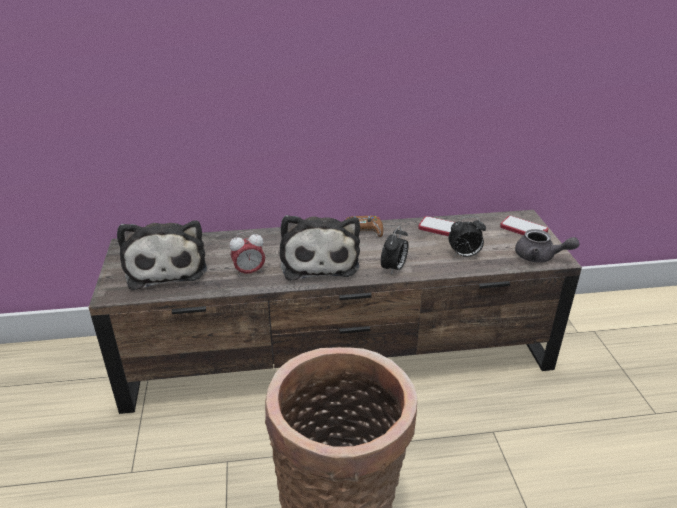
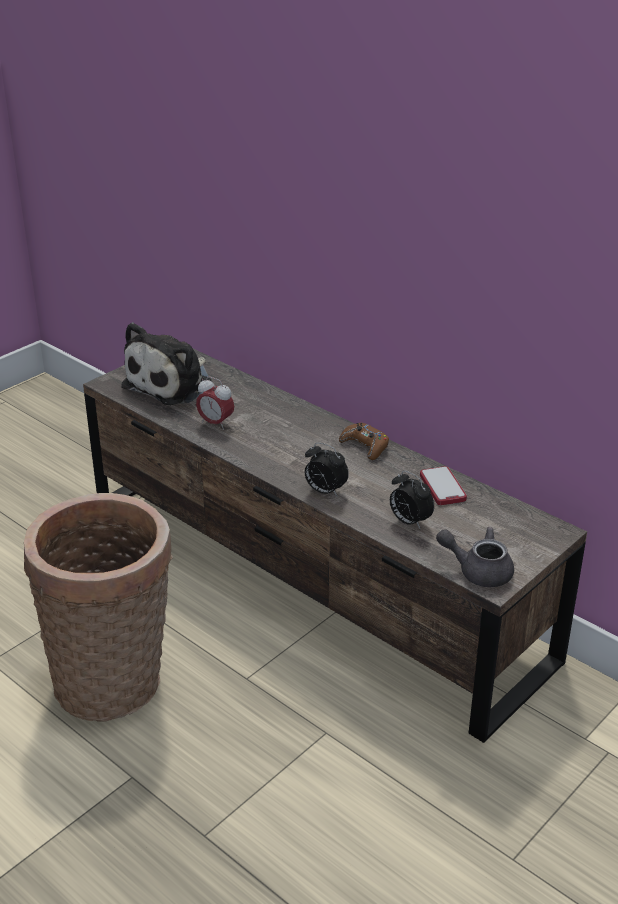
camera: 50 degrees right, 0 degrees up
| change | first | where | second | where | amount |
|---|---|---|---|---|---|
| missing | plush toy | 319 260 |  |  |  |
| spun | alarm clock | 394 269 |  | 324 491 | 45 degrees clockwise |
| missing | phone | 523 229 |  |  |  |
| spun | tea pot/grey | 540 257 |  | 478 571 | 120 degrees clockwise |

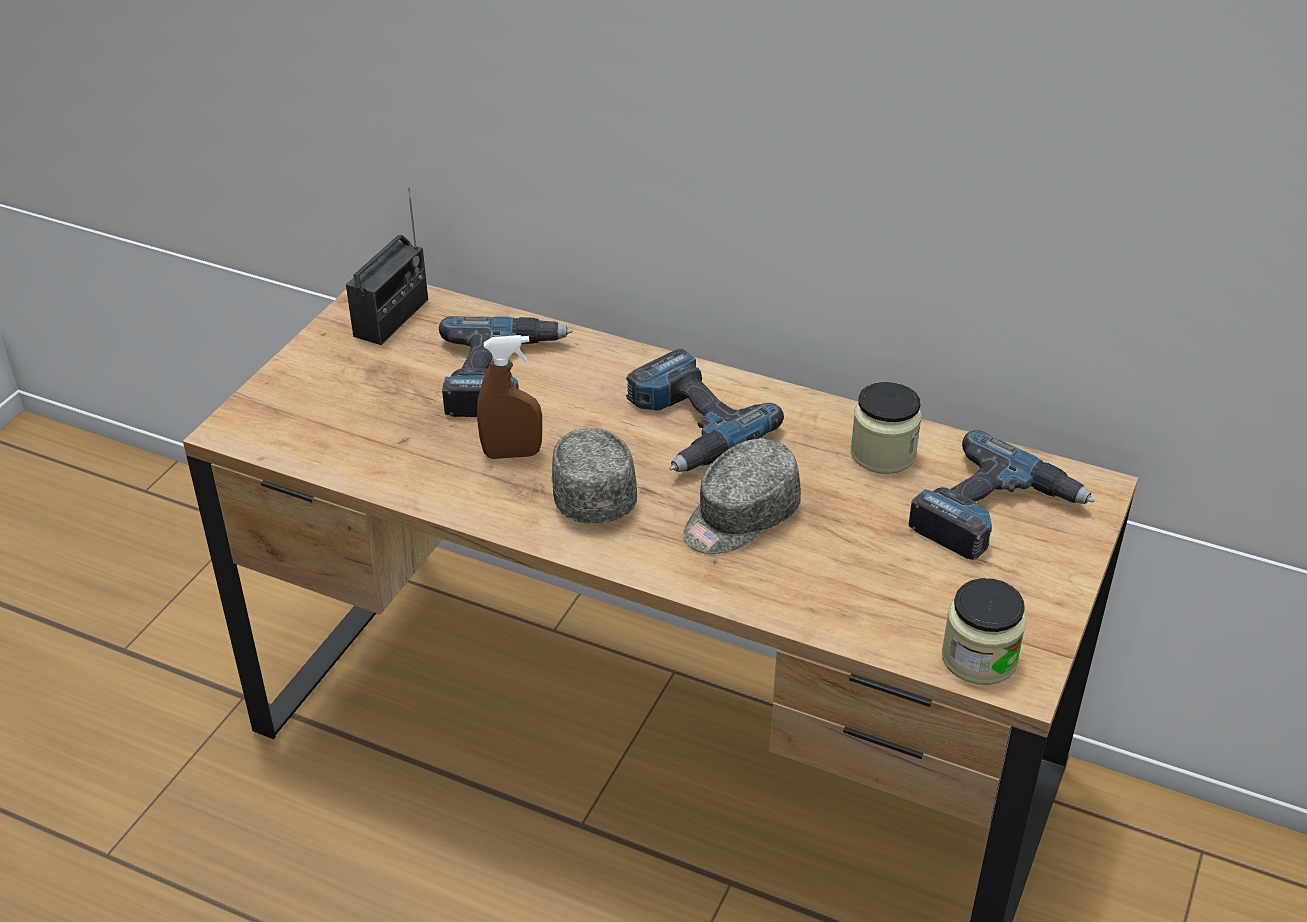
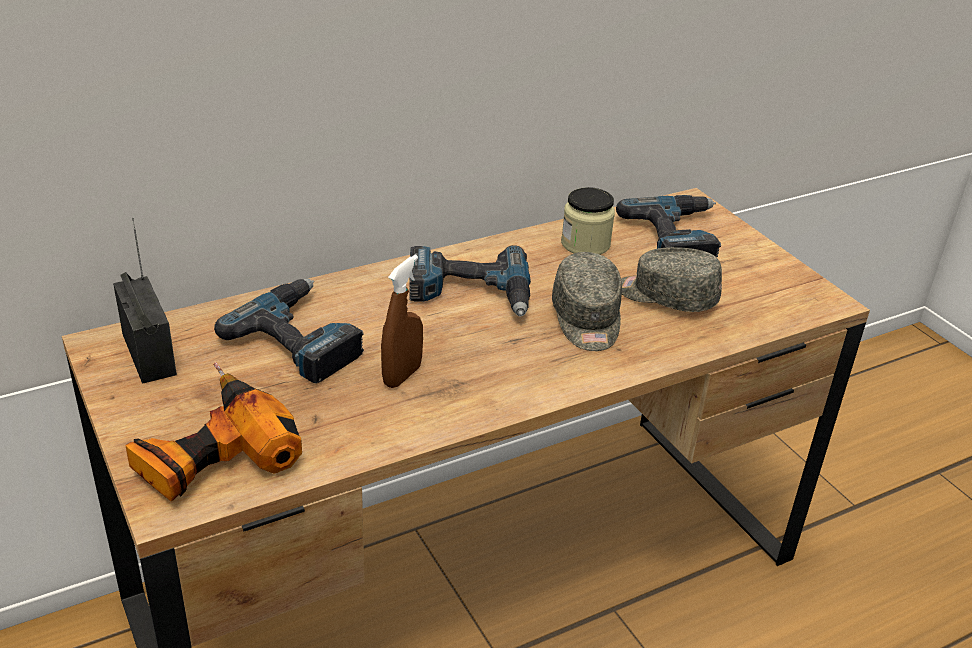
camera: 55 degrees left, 5 degrees down
| change | first | where | second | where | amount |
|---|---|---|---|---|---|
| relocated | peaked cap/grey | 591 490 |  | 666 296 |  |
| missing | storage jar | 979 658 |  |  |  |
| appeared |  |  | power drill | 209 450 |  |

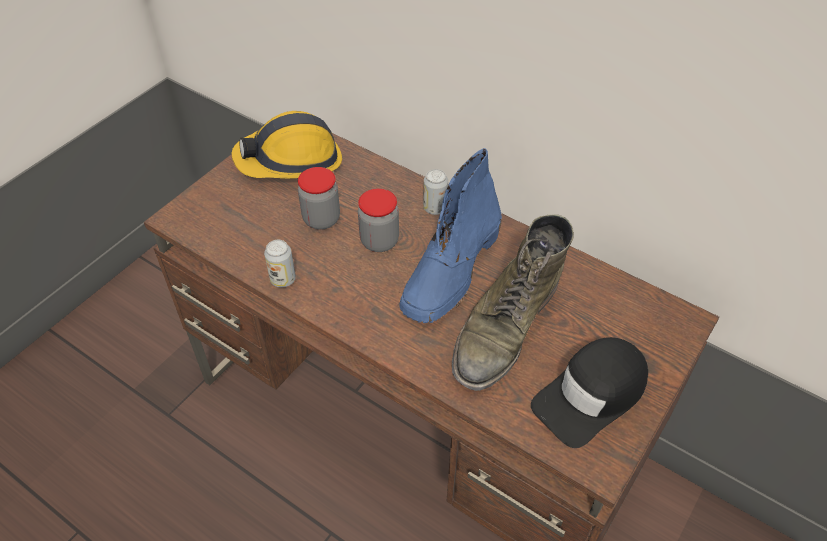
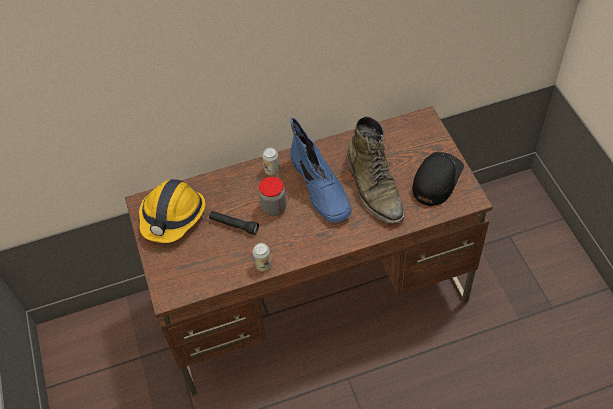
camera: 50 degrees left, 5 degrees up
| change | first | where | second | where | amount |
|---|---|---|---|---|---|
| exchanged | storage jar | 321 219 | torch/black | 234 225 |  |
| spun | peaked cap/black | 591 396 |  | 436 179 | 150 degrees counterclockwise |

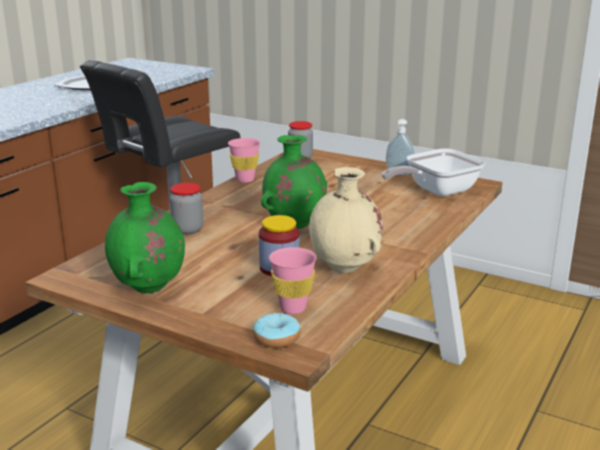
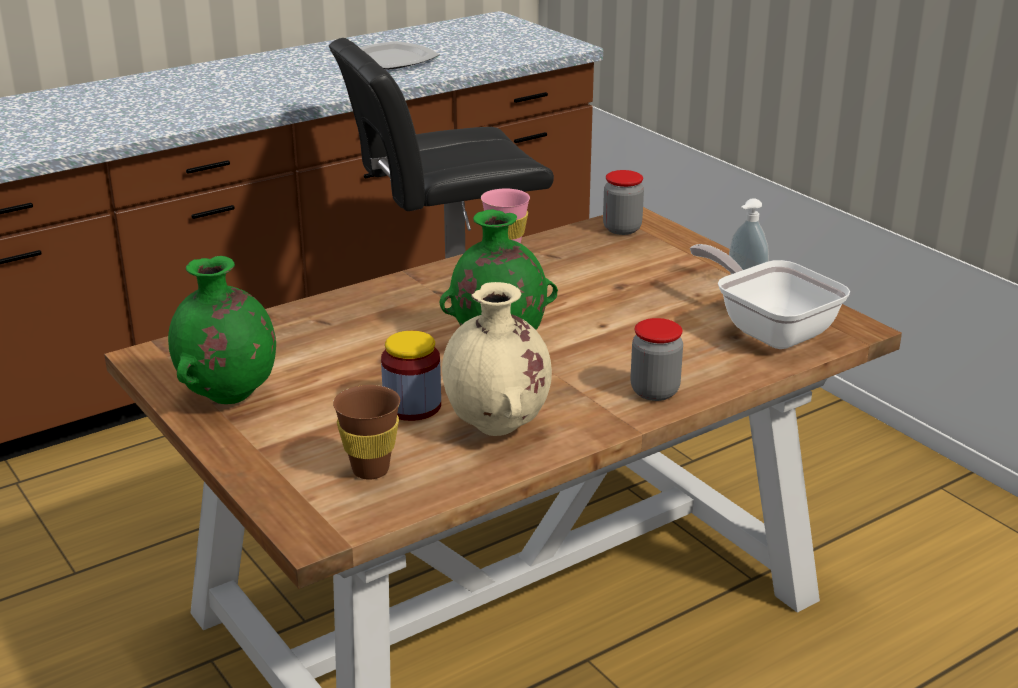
camera: 25 degrees right, 5 degrees up
| change | first | where | second | where | amount |
|---|---|---|---|---|---|
| relocated | storage jar | 187 229 |  | 654 391 |  |
| missing | ring doughnut | 276 338 |  |  |  |
| colour | cup/pink-coloured | 293 308 | cup/brown-coloured | 370 470 |  |
| spun | pan | 436 191 |  | 768 329 | 60 degrees clockwise |

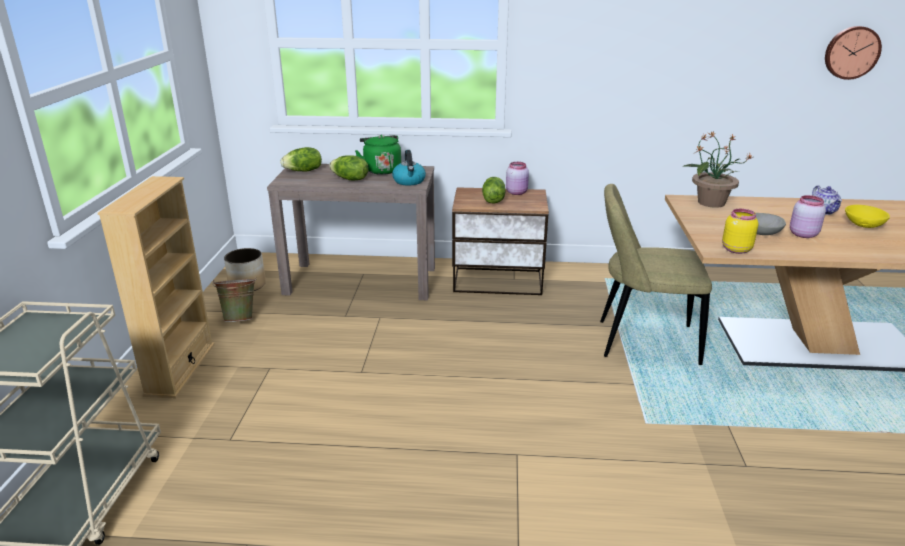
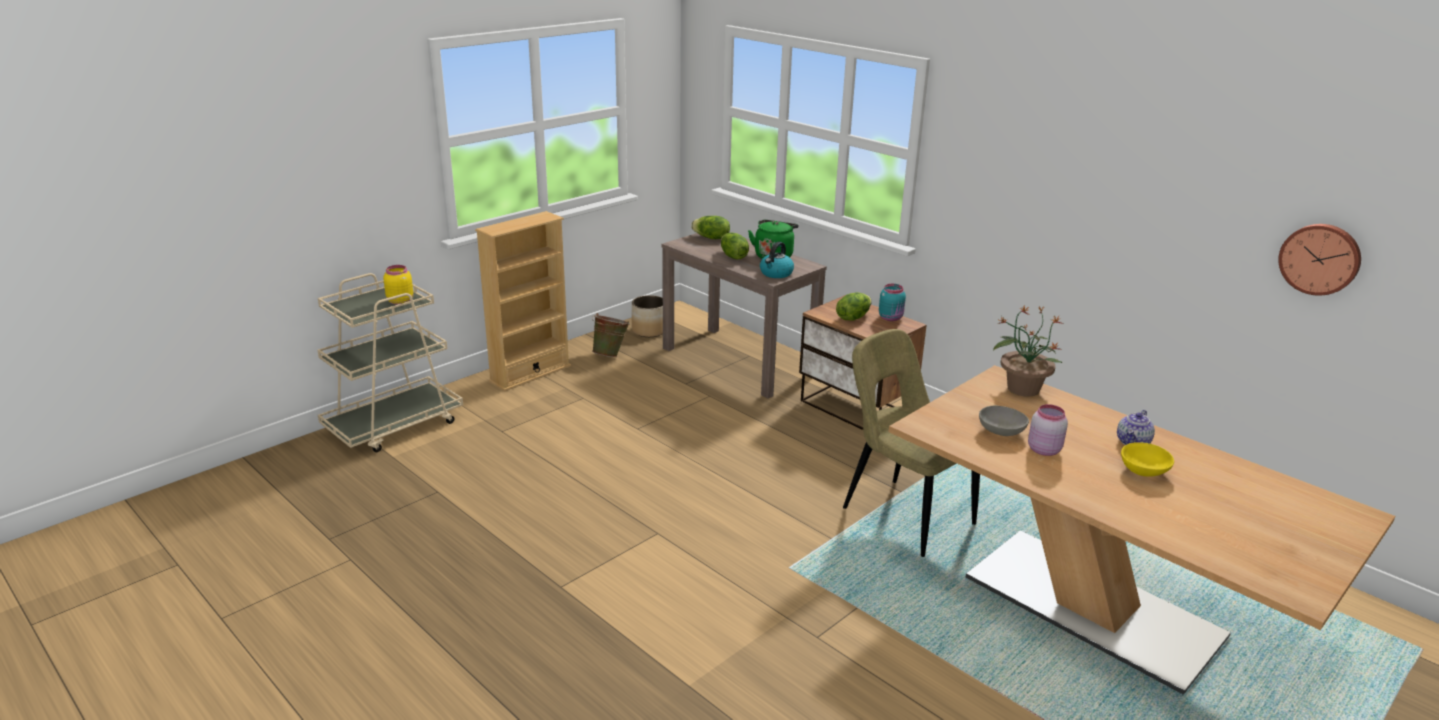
camera: 40 degrees right, 0 degrees up
| change | first | where | second | where | amount |
|---|---|---|---|---|---|
| colour | storage jar/pink-coloured | 517 192 | storage jar/blue-green | 891 318 |  |
| relocated | storage jar/yellow-coloured | 735 249 |  | 400 301 |  |

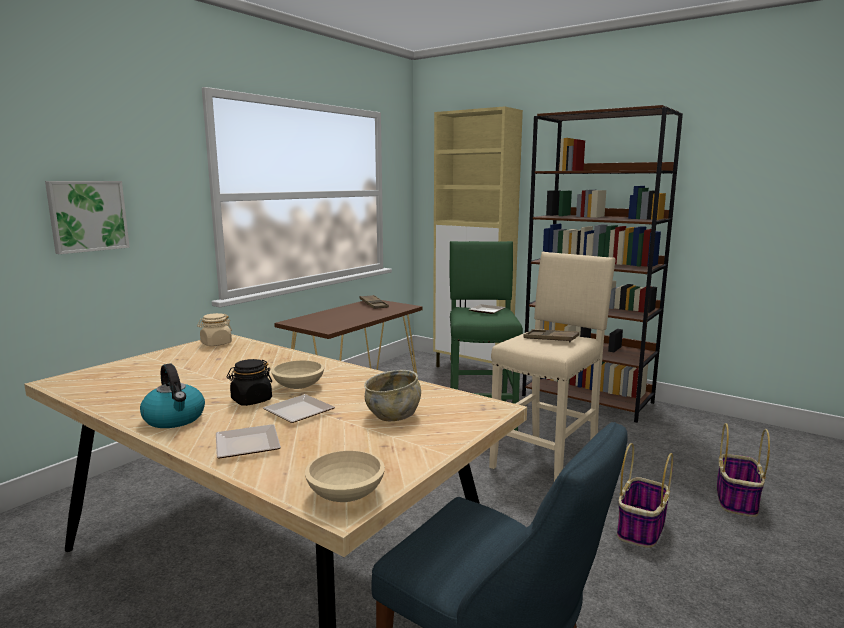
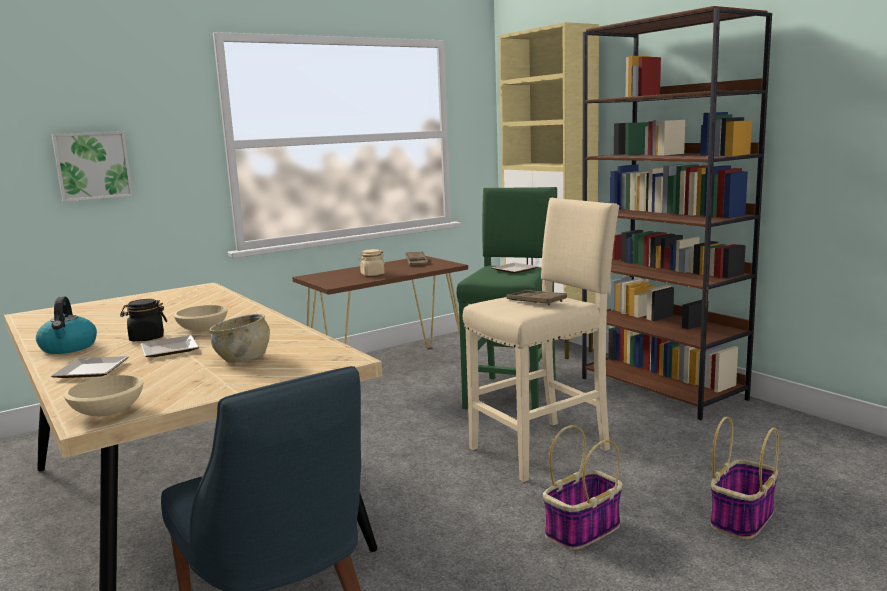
camera: 20 degrees right, 0 degrees up
| change | first | where | second | where | amount |
|---|---|---|---|---|---|
| relocated | storage jar/sand-coloured | 216 343 |  | 372 274 |  |

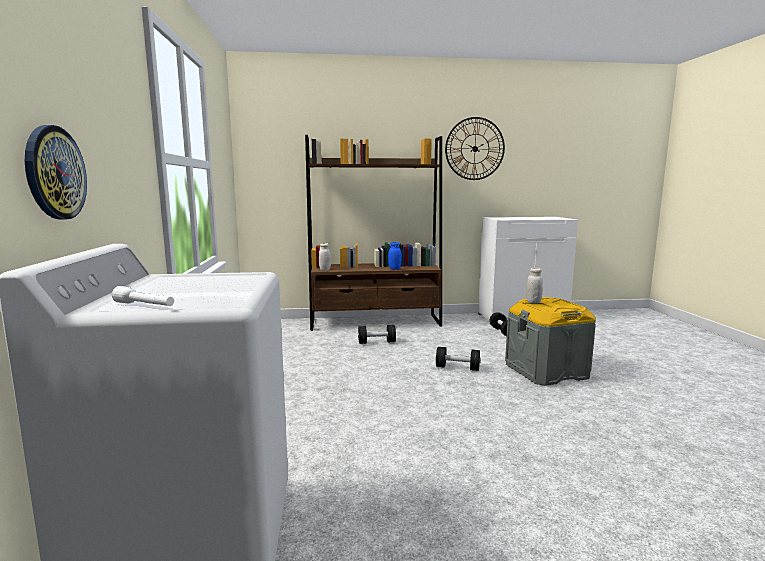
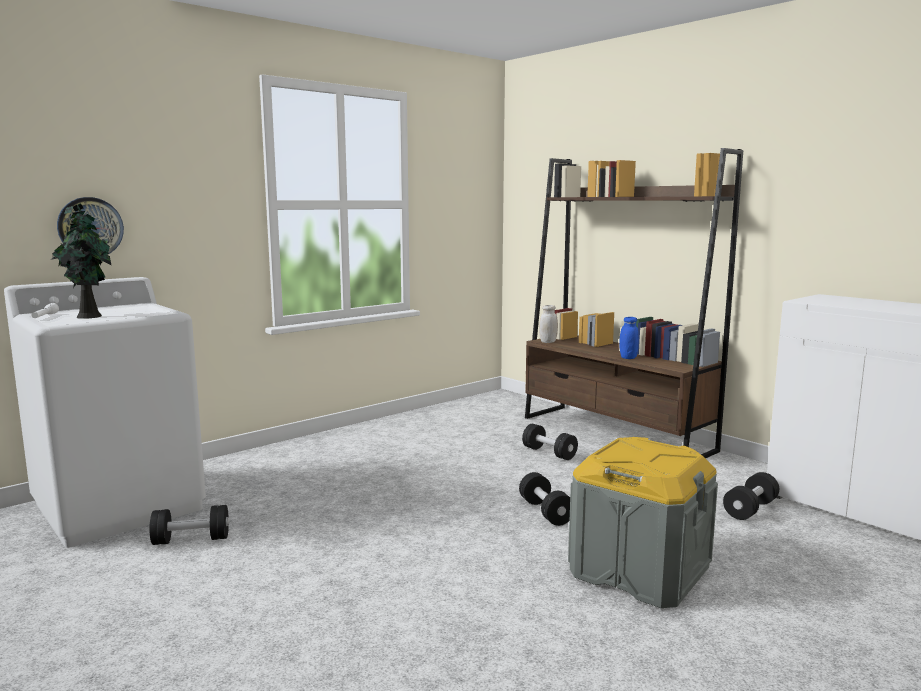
camera: 55 degrees right, 0 degrees up
| change | first | where | second | where | amount |
|---|---|---|---|---|---|
| missing | hanging clock | 475 149 |  |  |  |
| missing | storage jar/white-coloured | 533 302 |  |  |  |
| appeared |  |  | plant in a pot | 88 316 |  |
| appeared |  |  | dumbbell/black | 191 540 |  |

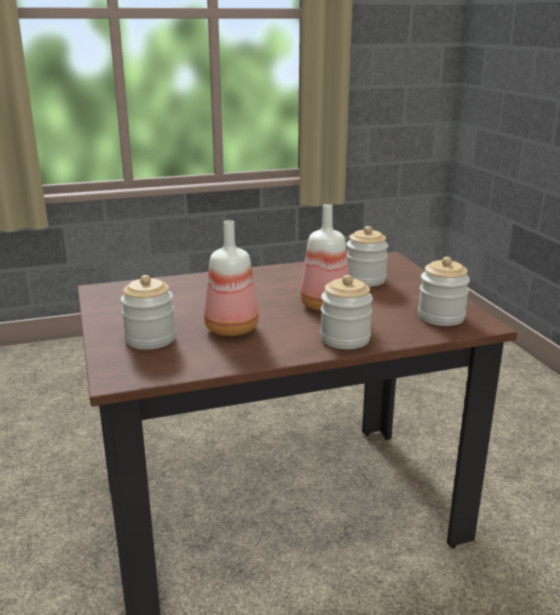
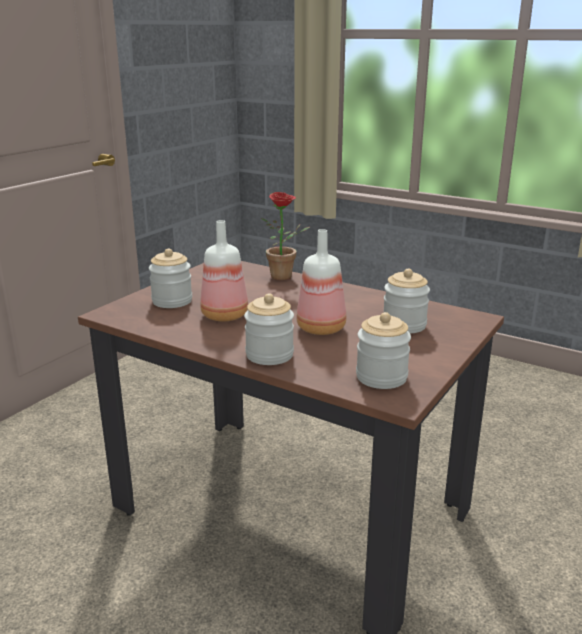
camera: 50 degrees right, 0 degrees up
| change | first | where | second | where | amount |
|---|---|---|---|---|---|
| appeared |  |  | plant in a pot | 285 277 |  |

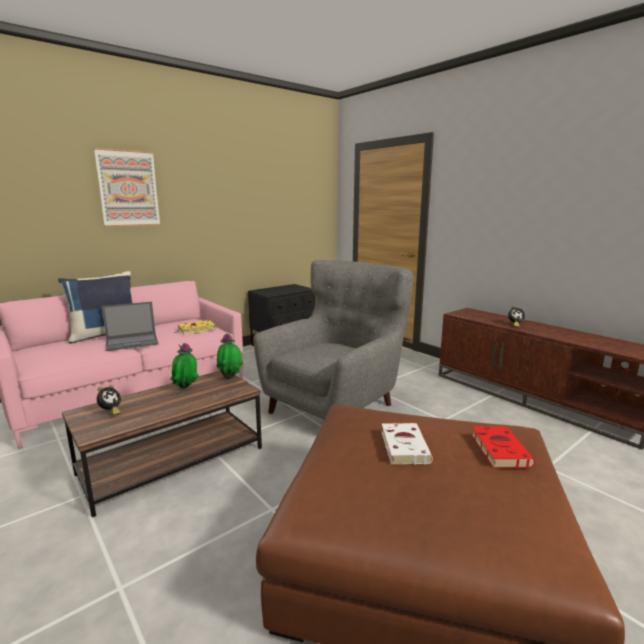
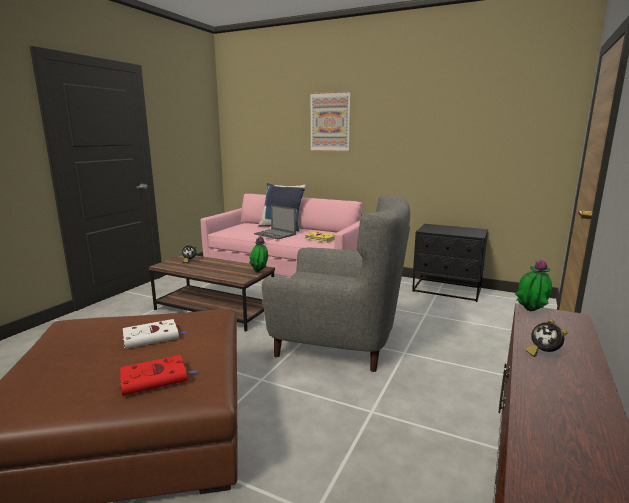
camera: 65 degrees right, 0 degrees up
| change | first | where | second | where | amount |
|---|---|---|---|---|---|
| relocated | plant in a pot | 186 389 |  | 530 312 |  |

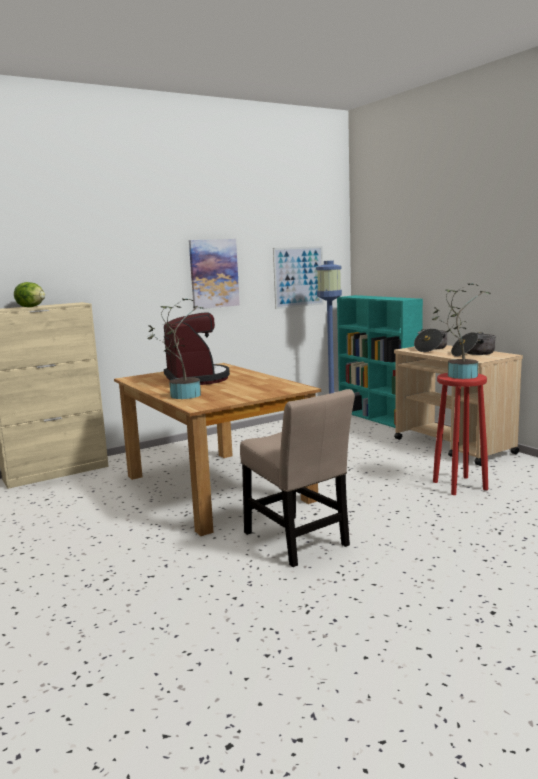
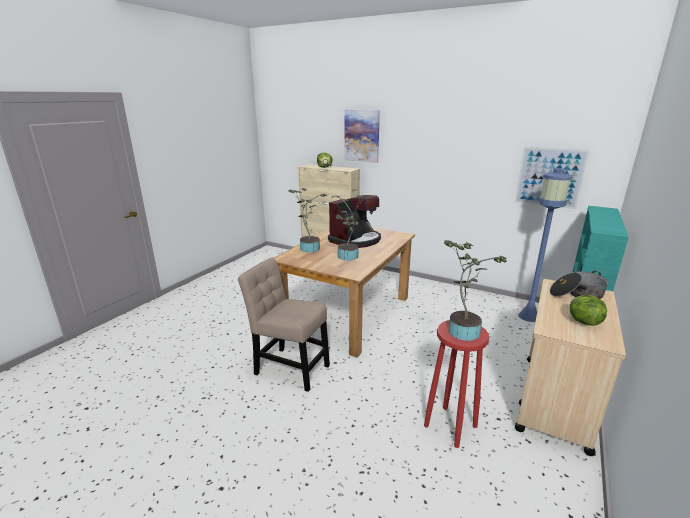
camera: 60 degrees right, 10 degrees up
| change | first | where | second | where | amount |
|---|---|---|---|---|---|
| relocated | picture | 214 273 |  | 362 136 |  |
| spun | plain chair/sand-coloured | 298 541 |  | 289 368 | 90 degrees clockwise |
| exchanged | saucepot | 473 353 | lettuce head | 583 321 |  |
| appeared |  |  | plant in a pot | 348 257 |  |

